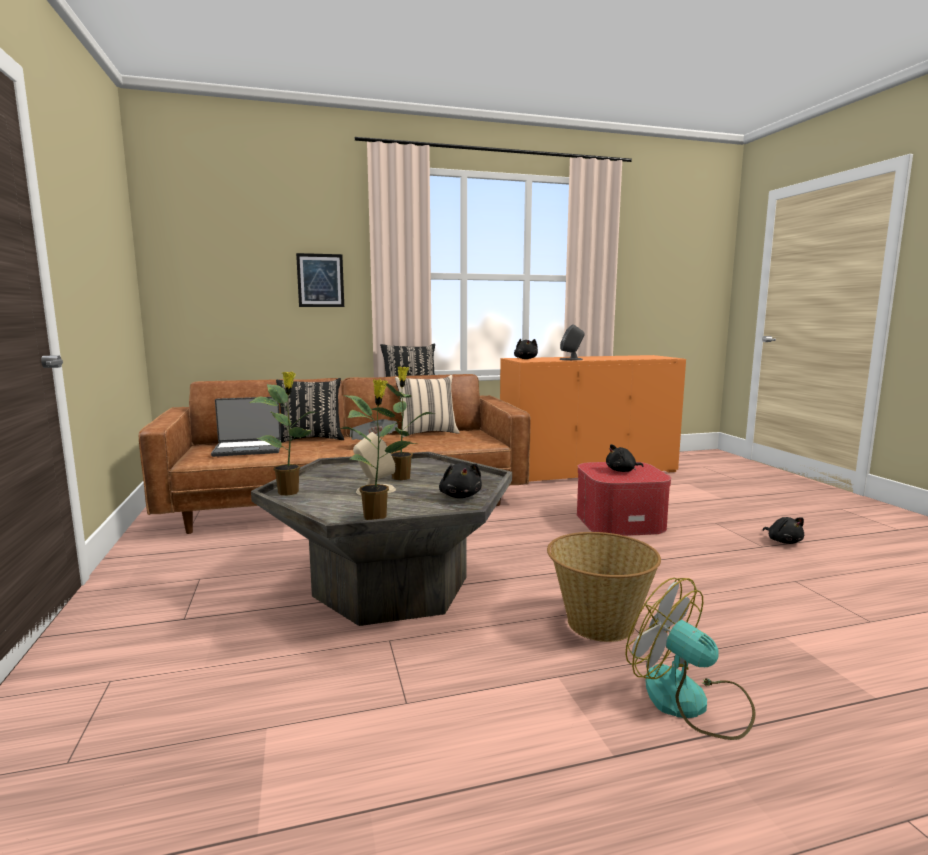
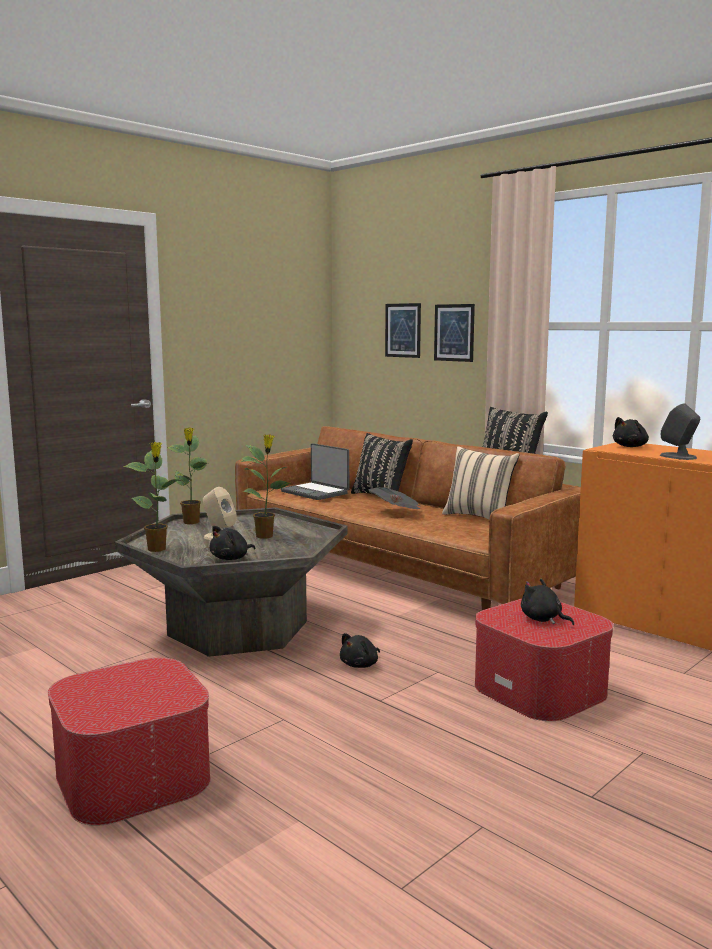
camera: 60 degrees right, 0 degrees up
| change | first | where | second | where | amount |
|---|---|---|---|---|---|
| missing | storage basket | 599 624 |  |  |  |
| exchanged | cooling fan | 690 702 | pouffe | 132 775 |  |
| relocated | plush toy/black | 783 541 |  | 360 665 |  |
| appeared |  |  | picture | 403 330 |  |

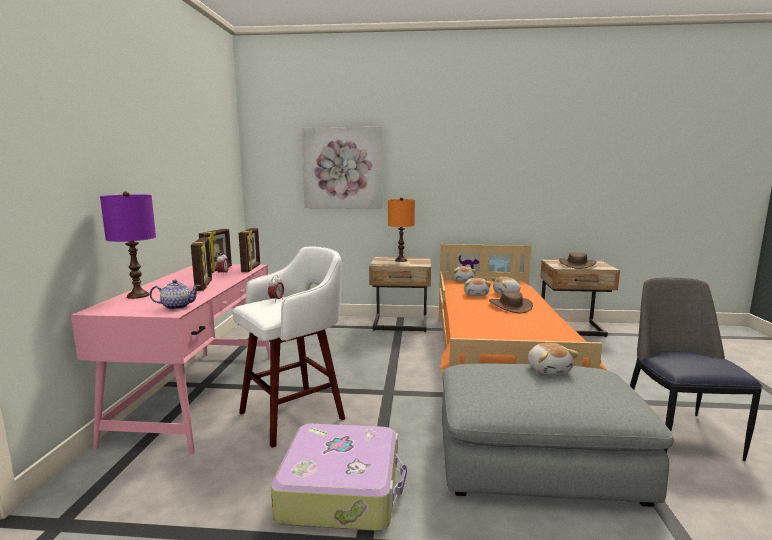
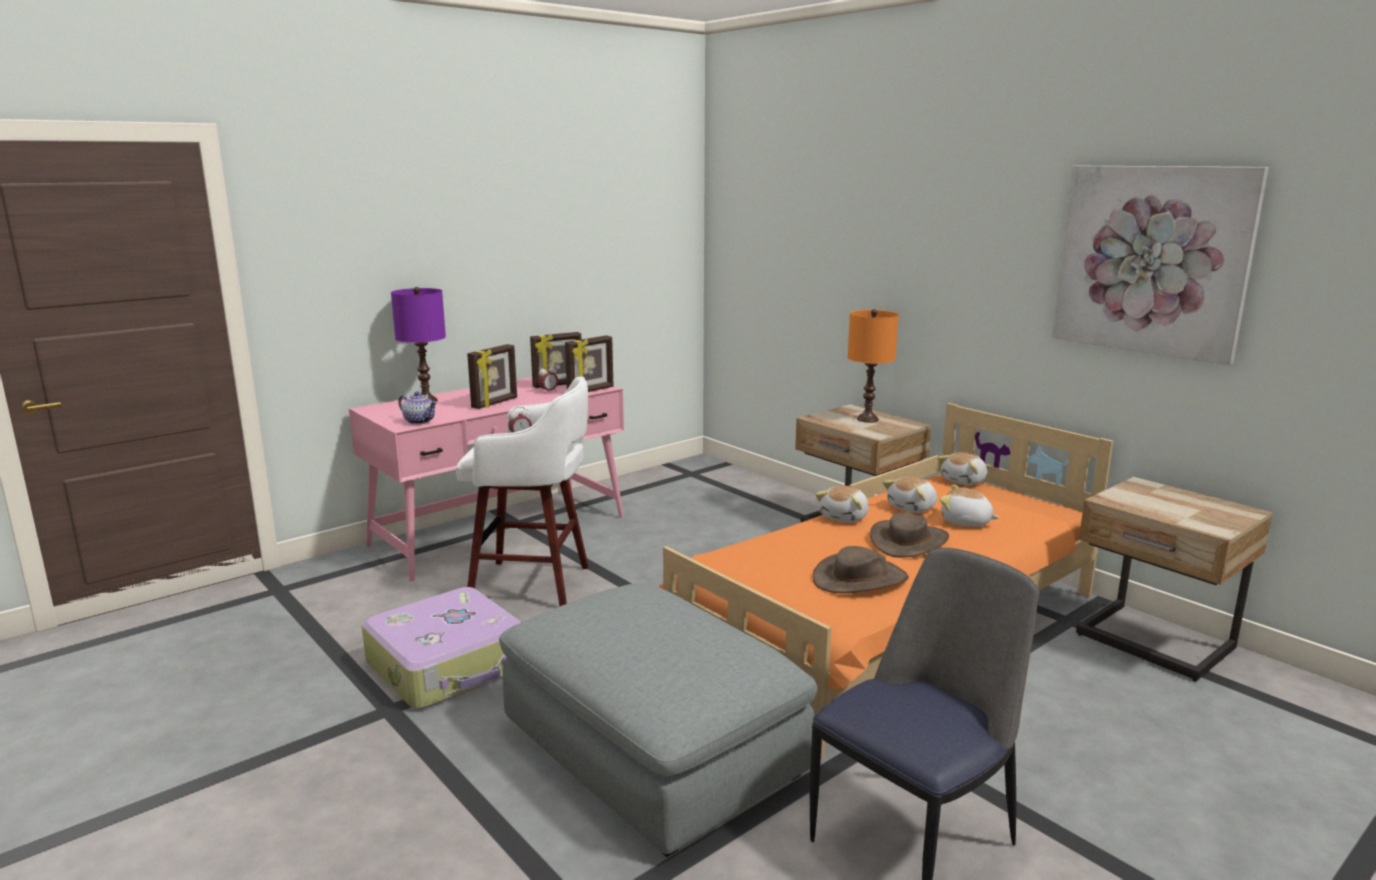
camera: 45 degrees right, 5 degrees up
| change | first | where | second | where | amount |
|---|---|---|---|---|---|
| relocated | picture | 342 168 |  | 1152 260 |  |
| relocated | plush toy | 549 370 |  | 845 517 |  |
| relocated | clothing hat/brown-coloured | 577 264 |  | 860 579 |  |

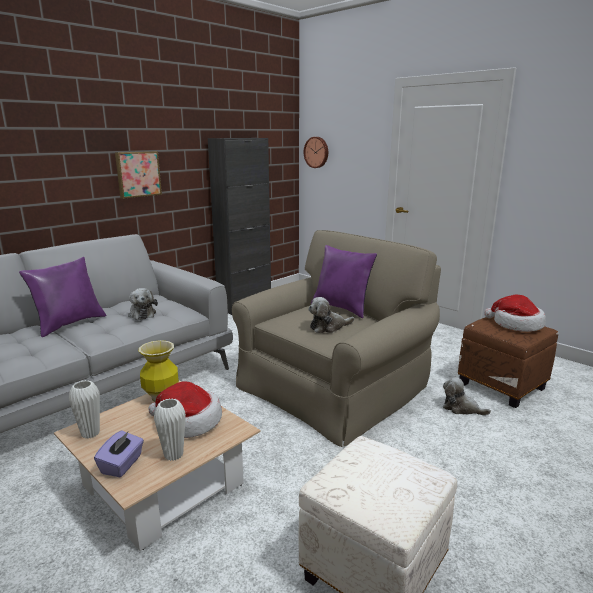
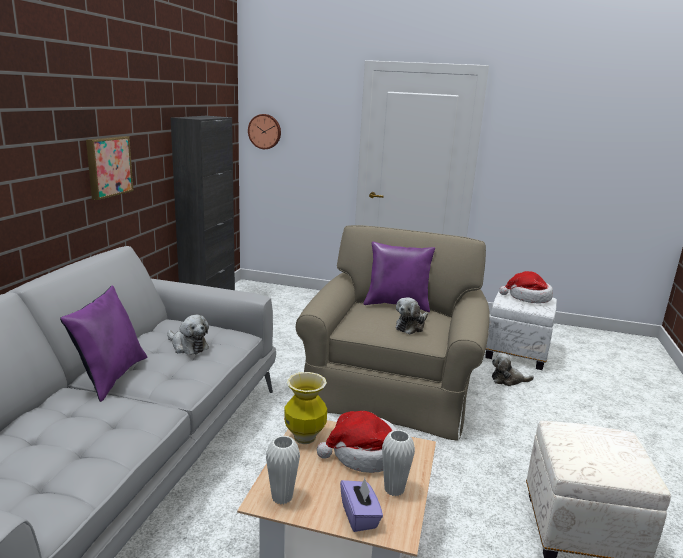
camera: 30 degrees left, 0 degrees up
| change | first | where | second | where | amount |
|---|---|---|---|---|---|
| colour | pouffe/brown-coloured | 502 386 | pouffe/white-coloured | 517 353 |  |

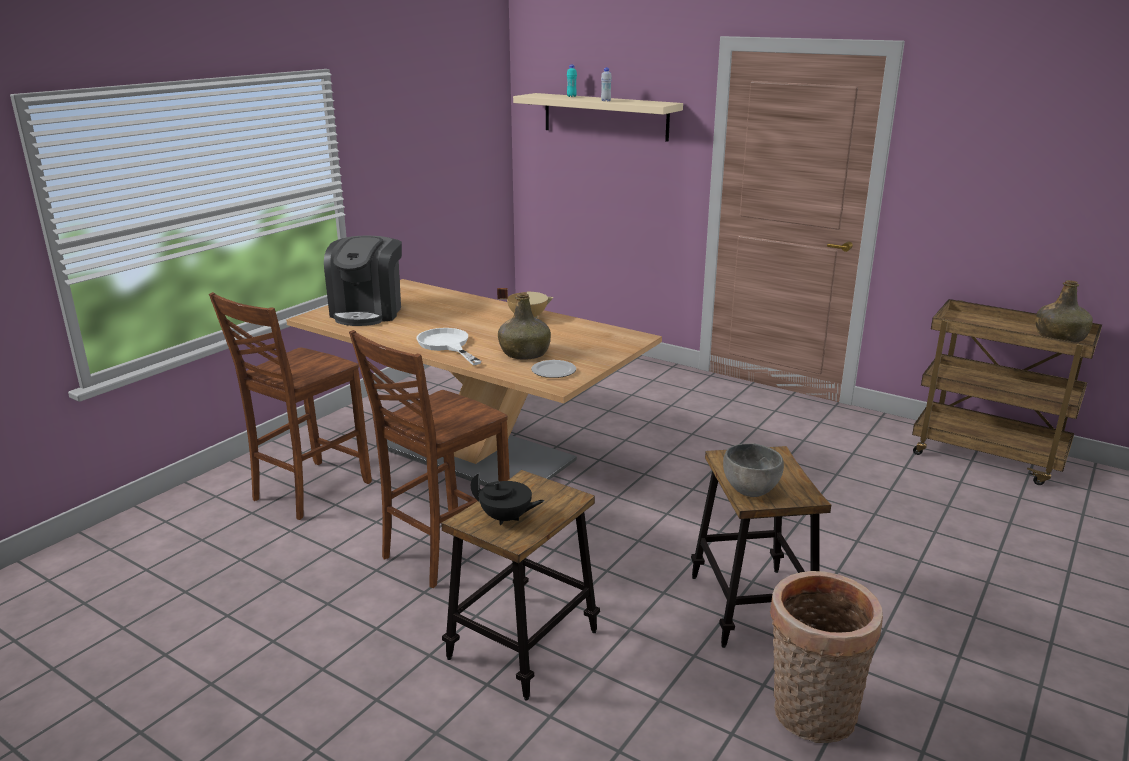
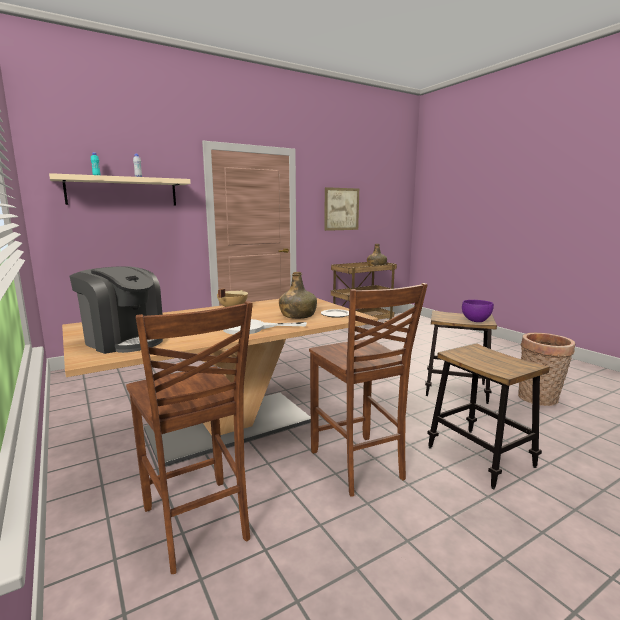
camera: 65 degrees left, 10 degrees down
| change | first | where | second | where | amount |
|---|---|---|---|---|---|
| missing | tea pot/black | 506 518 |  |  |  |
| colour | serving bowl/grey | 751 490 | serving bowl/purple | 476 320 |  |
| appeared |  |  | picture | 341 209 |  |

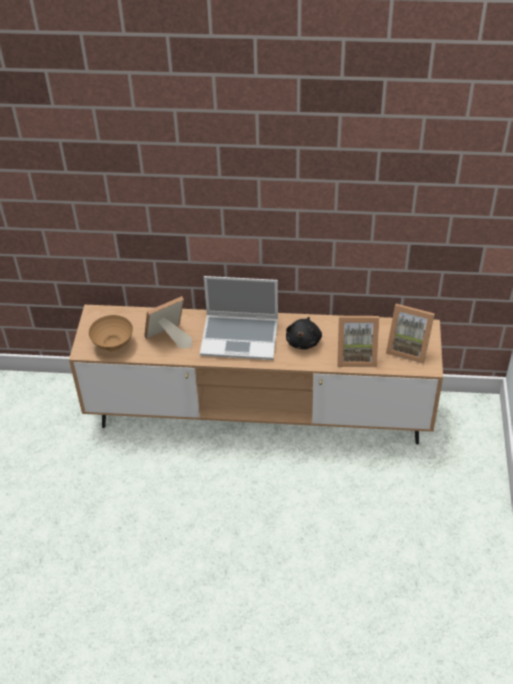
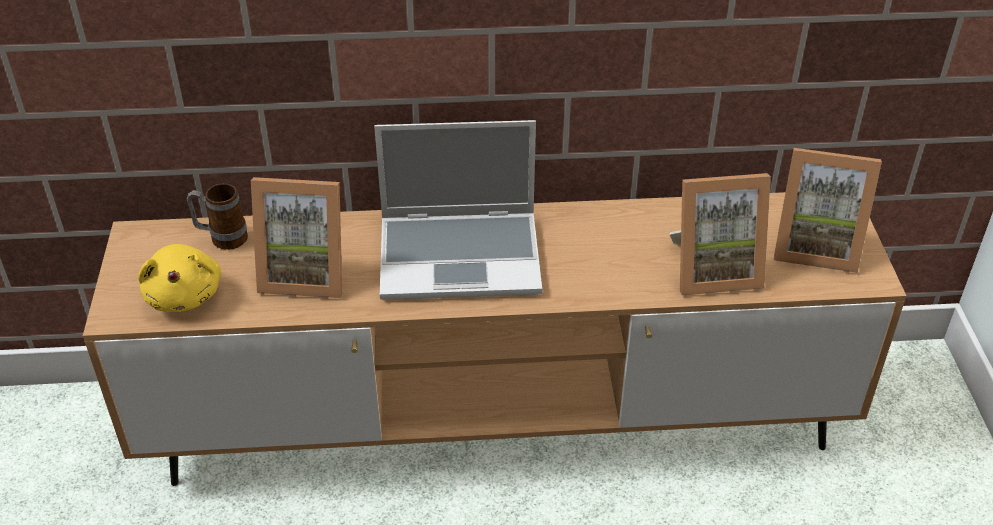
camera: 10 degrees left, 5 degrees down
| change | first | where | second | where | amount |
|---|---|---|---|---|---|
| exchanged | serving bowl/brown-coloured | 114 344 | plush toy/yellow-coloured | 184 294 |  |
| spun | standing frame | 168 339 |  | 305 273 | 135 degrees counterclockwise |
| missing | plush toy/black | 304 340 |  |  |  |
| appeared |  |  | mug | 222 238 |  |

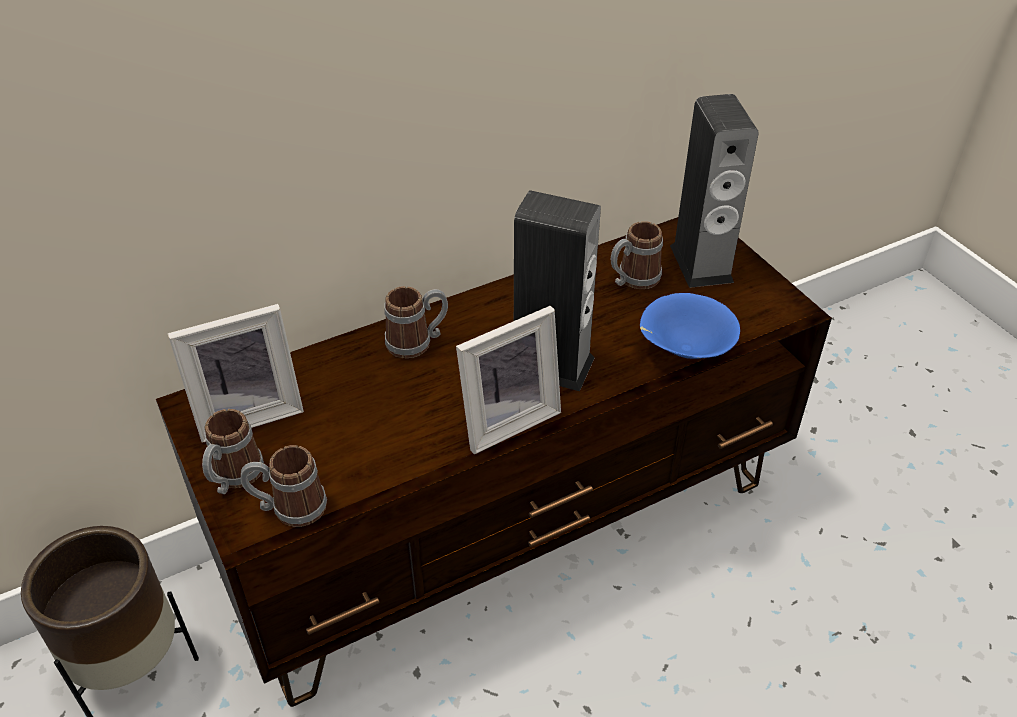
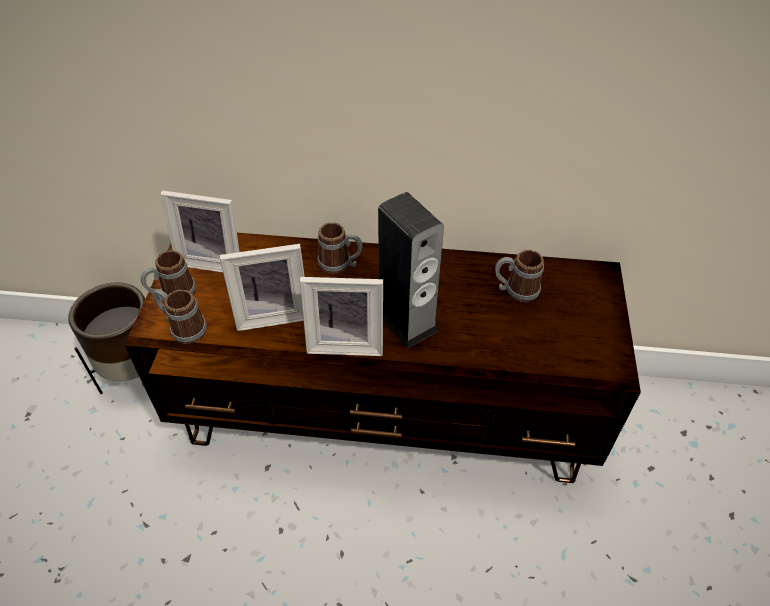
camera: 35 degrees right, 5 degrees up
| change | first | where | second | where | amount |
|---|---|---|---|---|---|
| missing | serving bowl/blue | 684 350 |  |  |  |
| missing | loudspeaker | 701 263 |  |  |  |
| appeared |  |  | standing frame | 272 313 |  |

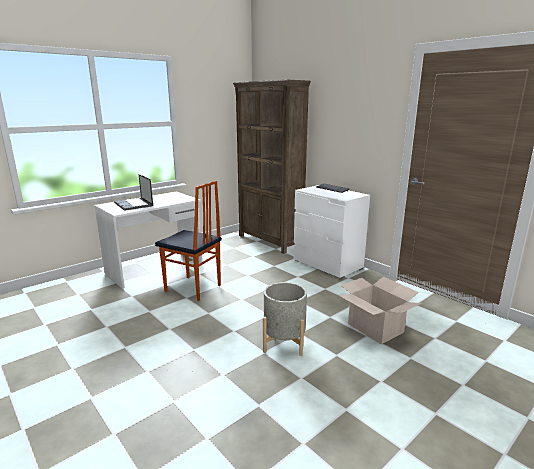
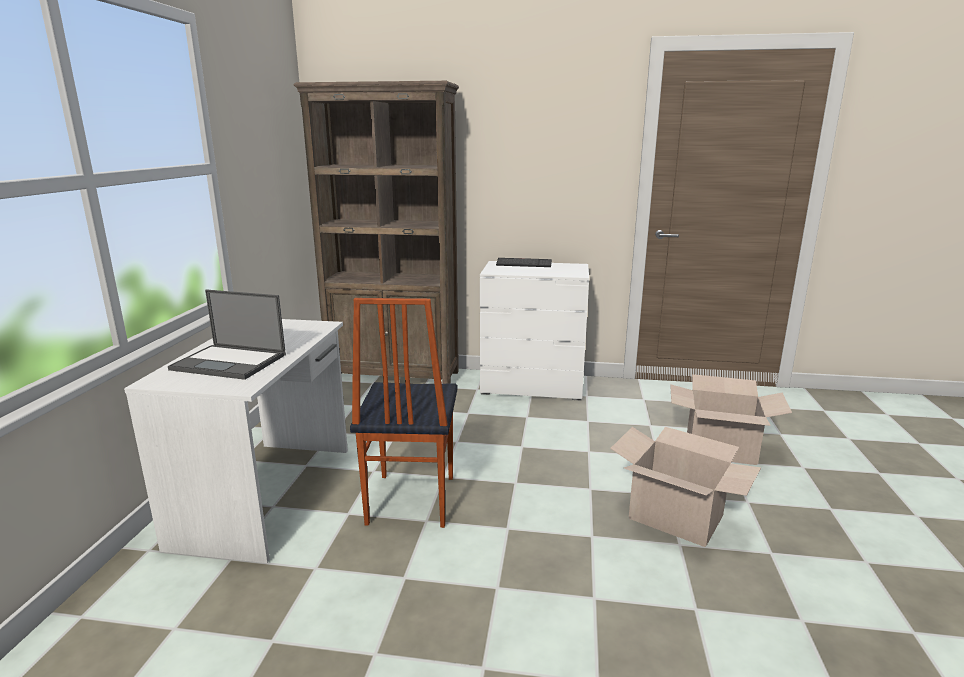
camera: 40 degrees left, 0 degrees up
| change | first | where | second | where | amount |
|---|---|---|---|---|---|
| spun | plain chair | 192 288 |  | 409 500 | 105 degrees clockwise |
| exchanged | plant pot/grey | 284 342 | packing box | 675 517 |  |

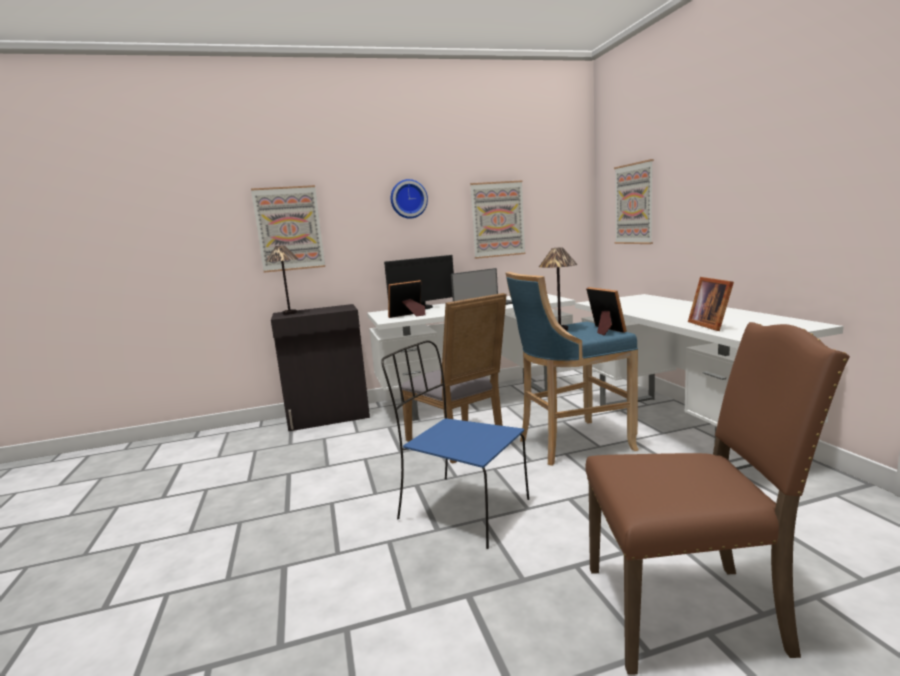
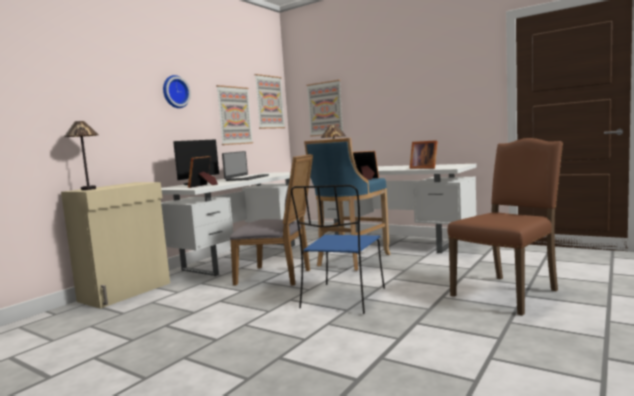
camera: 40 degrees left, 5 degrees down
| change | first | where | second | where | amount |
|---|---|---|---|---|---|
| relocated | picture | 289 229 |  | 269 102 |  |
| colour | cabinet/black | 329 417 | cabinet/sand-coloured | 127 292 |  |
| spun | plain chair/blue | 461 509 |  | 343 299 | 60 degrees counterclockwise |

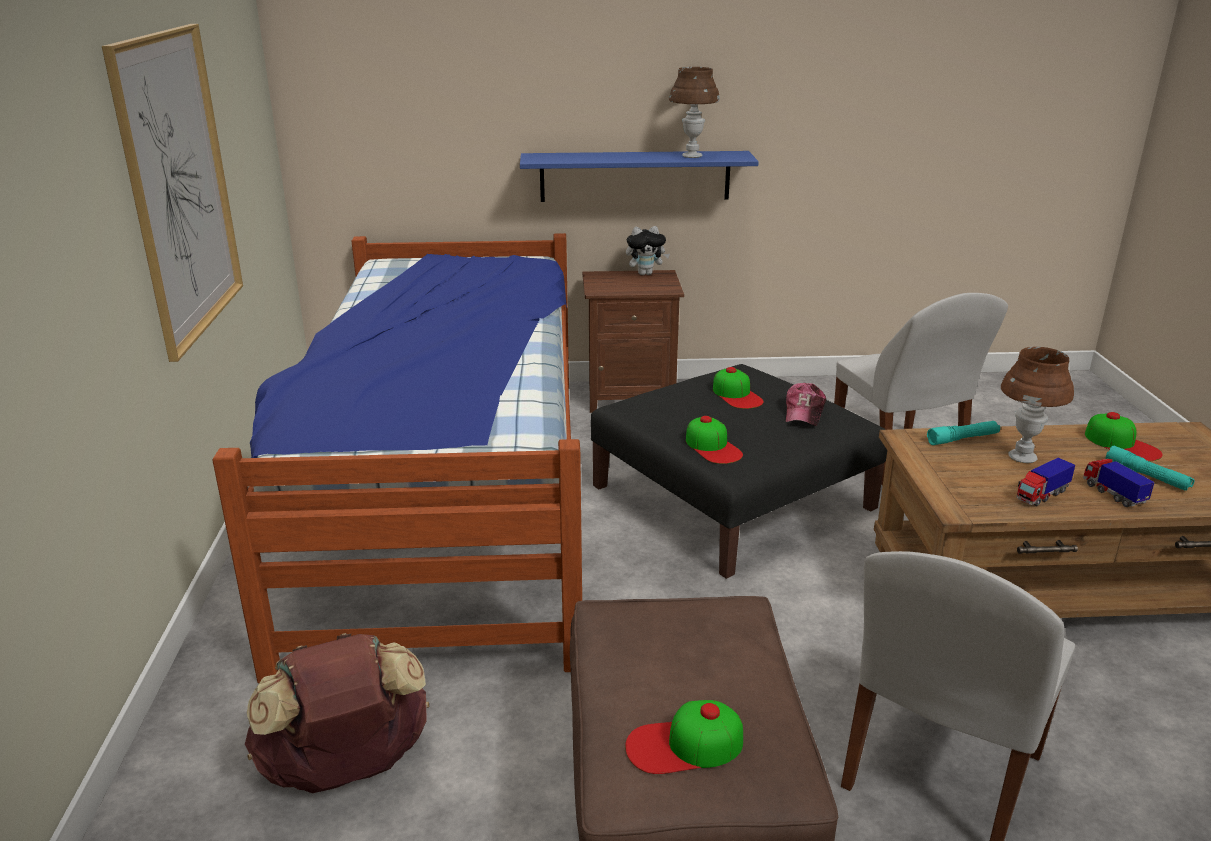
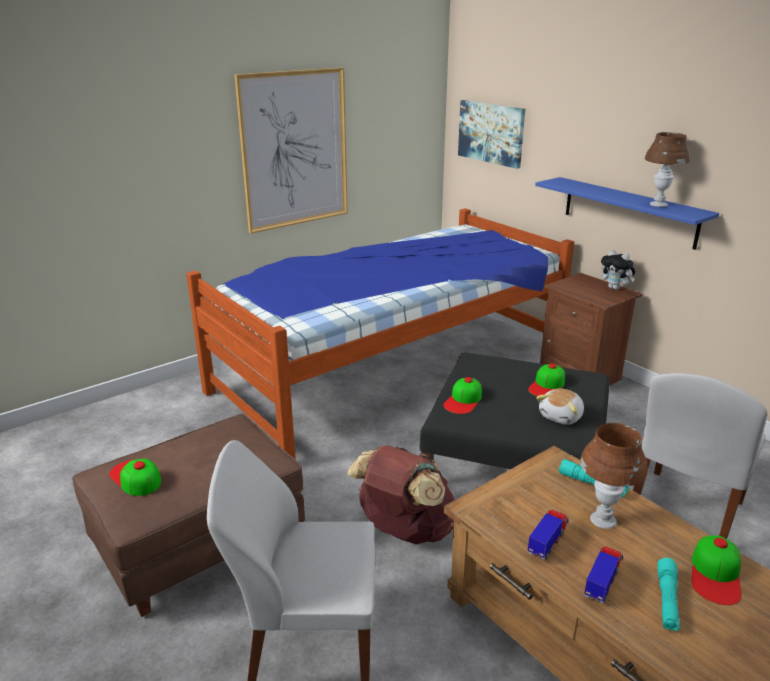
camera: 55 degrees right, 0 degrees up
| change | first | where | second | where | amount |
|---|---|---|---|---|---|
| relocated | backpack/brown-coloured | 347 769 |  | 405 531 |  |
| exchanged | peaked cap | 804 412 | plush toy | 561 416 |  |
| spun | toy lorry | 1041 495 |  | 546 543 | 105 degrees clockwise |
| appeared |  |  | picture | 491 133 |  |

